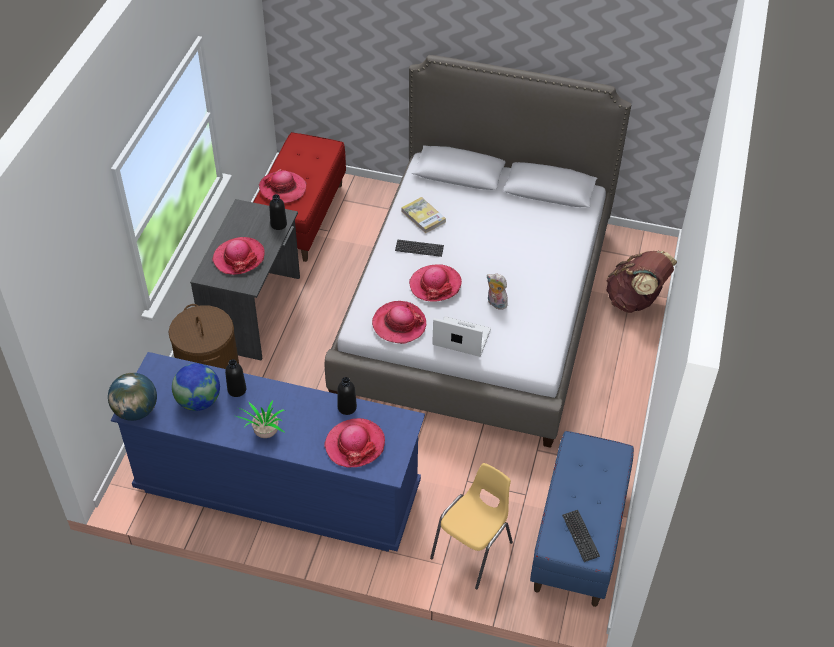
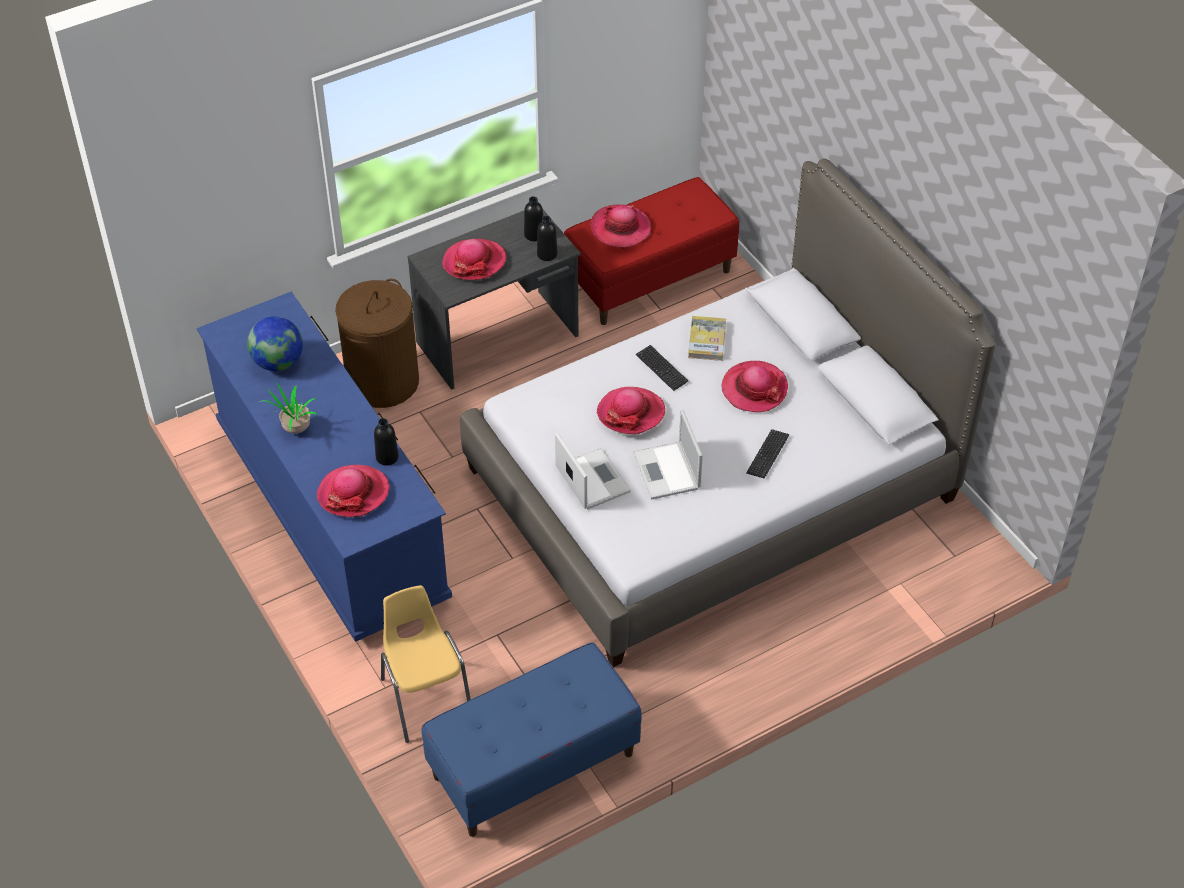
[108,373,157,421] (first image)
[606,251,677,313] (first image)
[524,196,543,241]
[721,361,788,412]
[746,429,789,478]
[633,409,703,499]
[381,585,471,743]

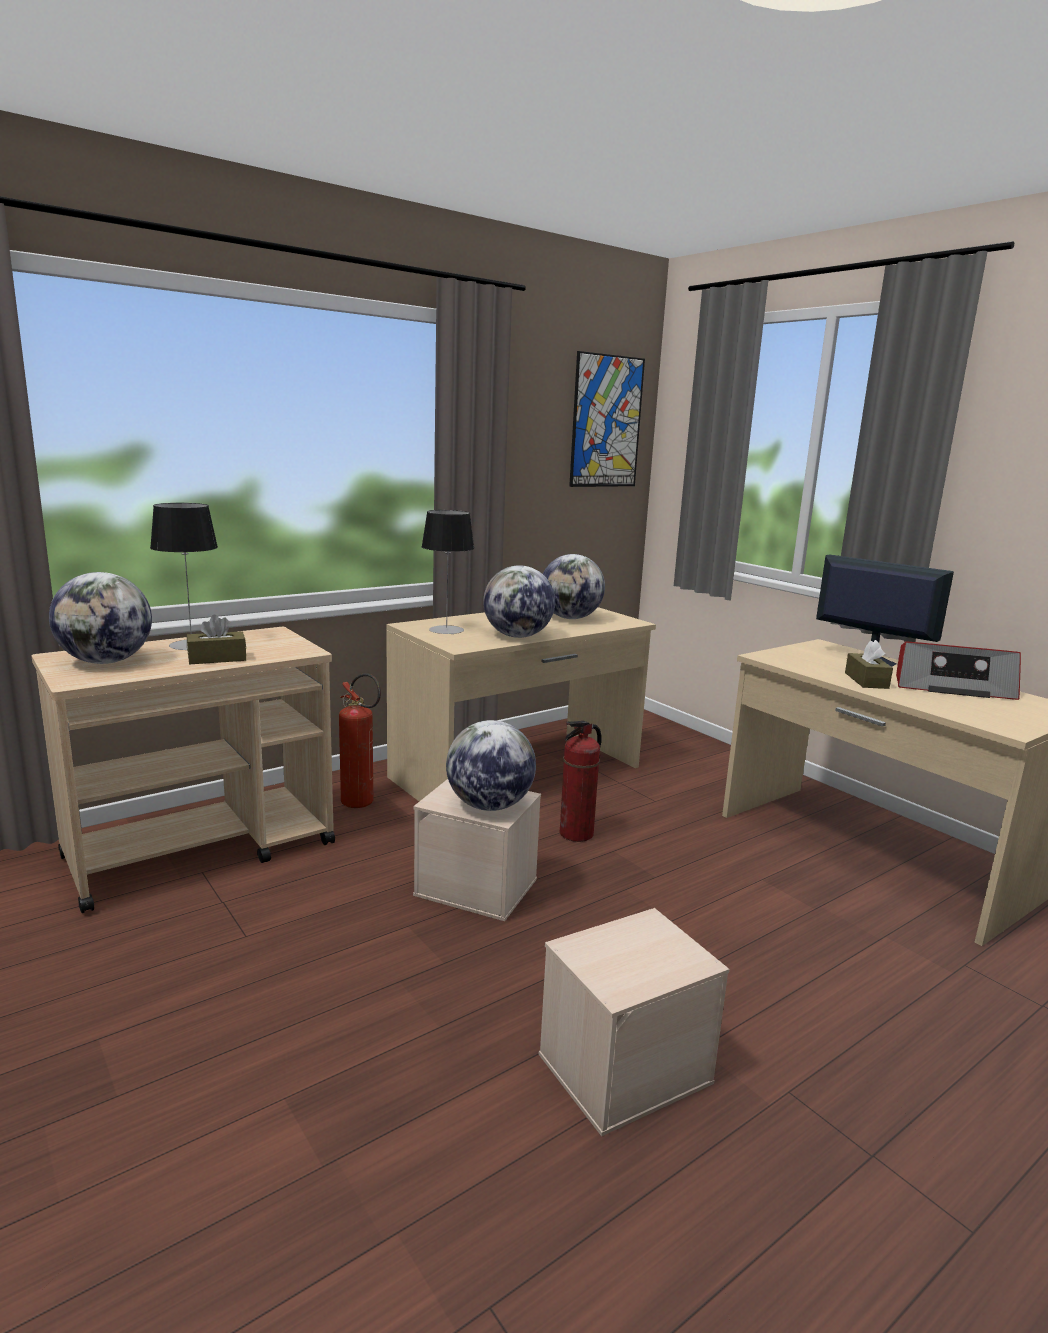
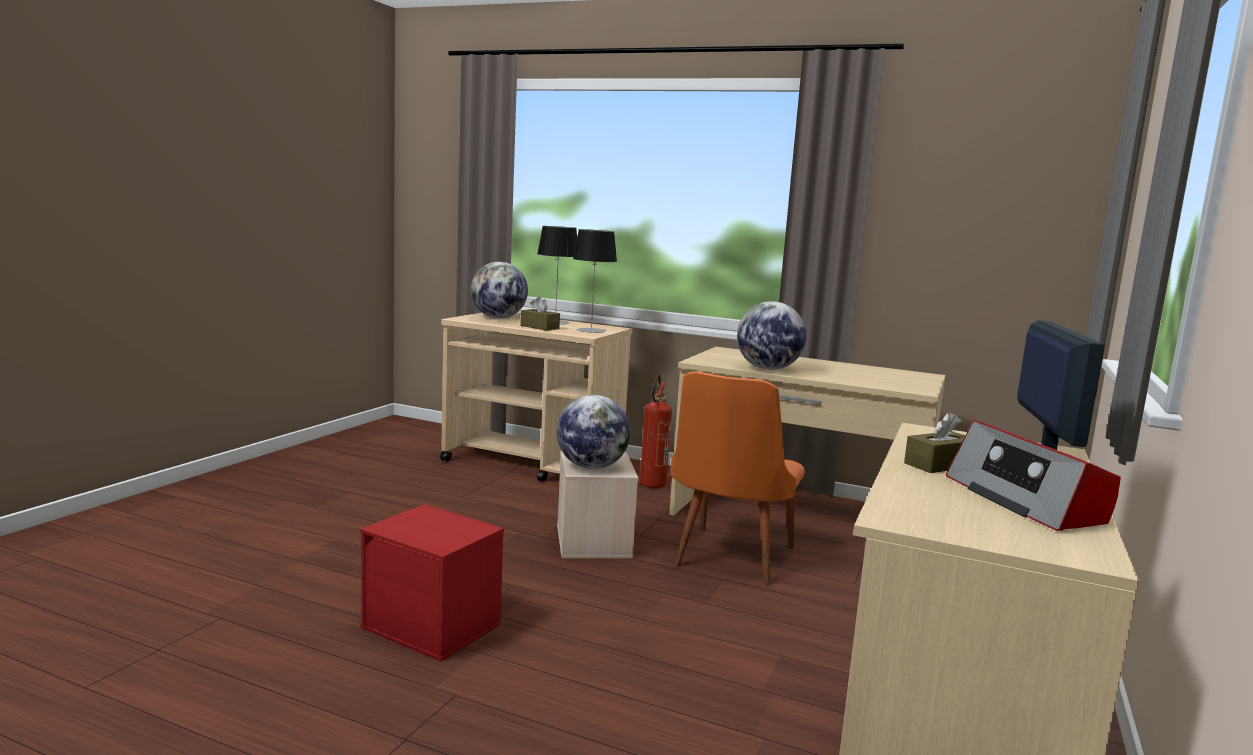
[543,554,605,619] (first image)
[569,351,645,487] (first image)
[573,229,617,333]
[670,372,805,586]
[360,504,504,662]

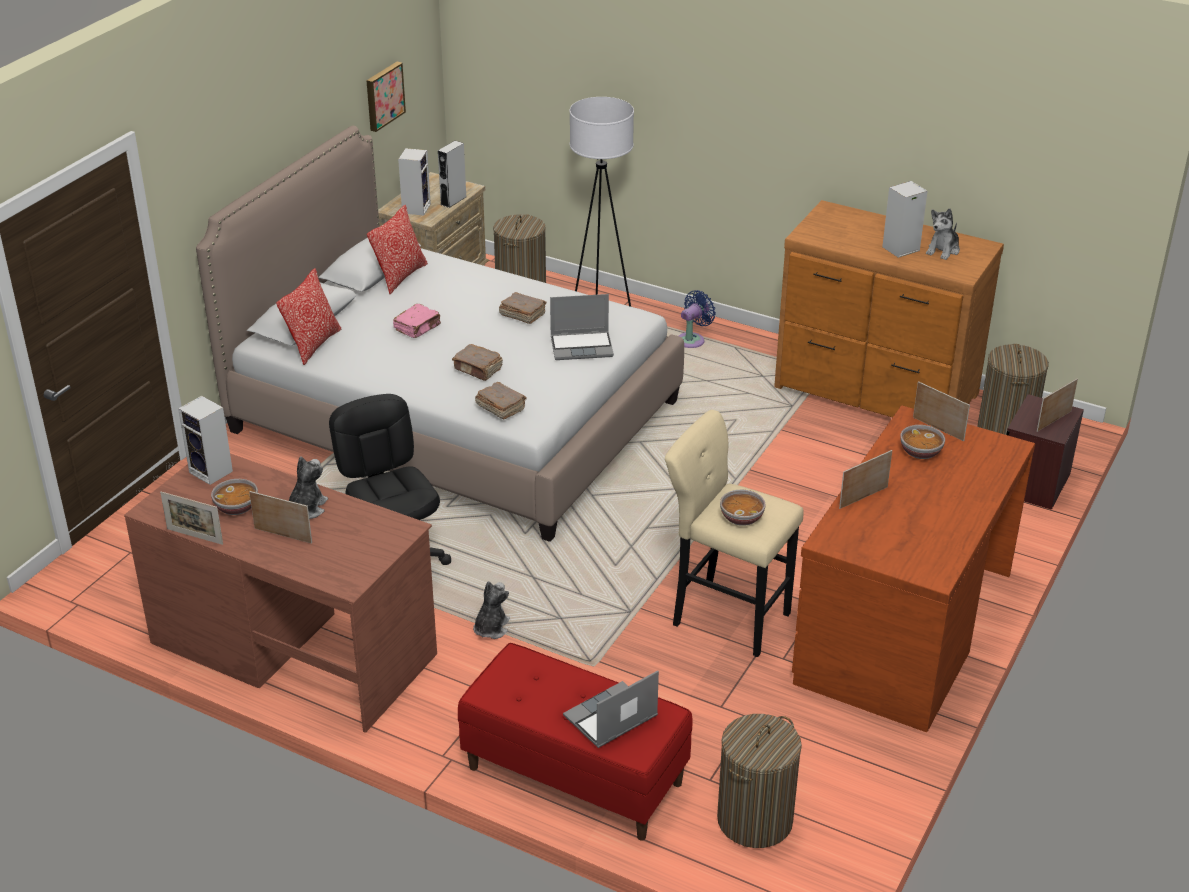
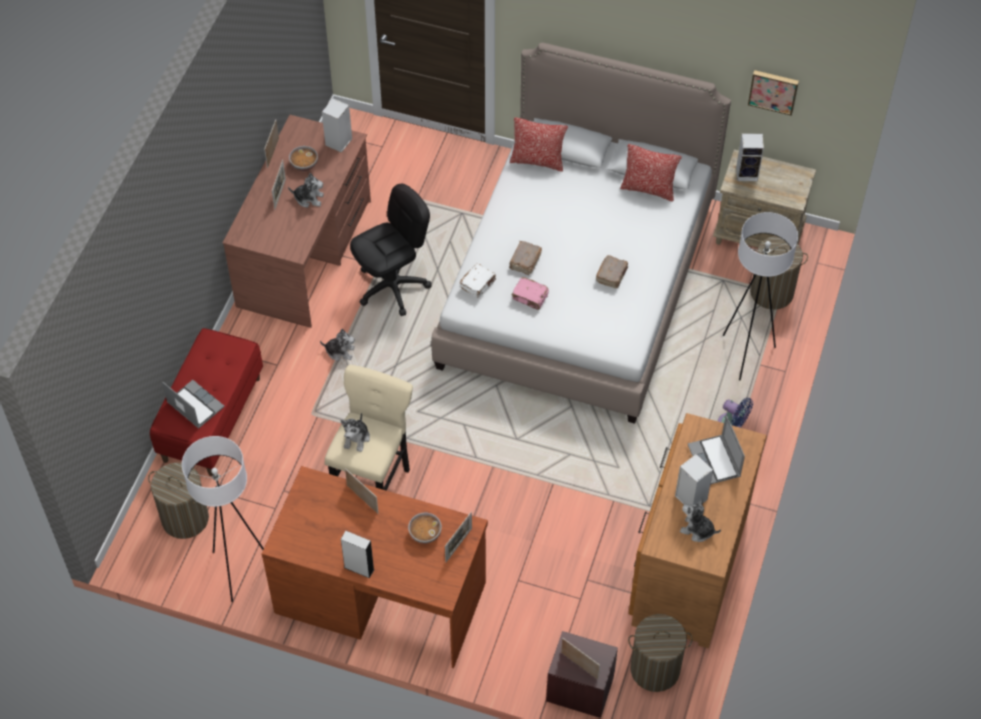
[182,436,264,602]
[511,277,549,310]
[341,531,374,578]
[688,415,745,485]
[340,412,370,452]
[460,263,496,297]

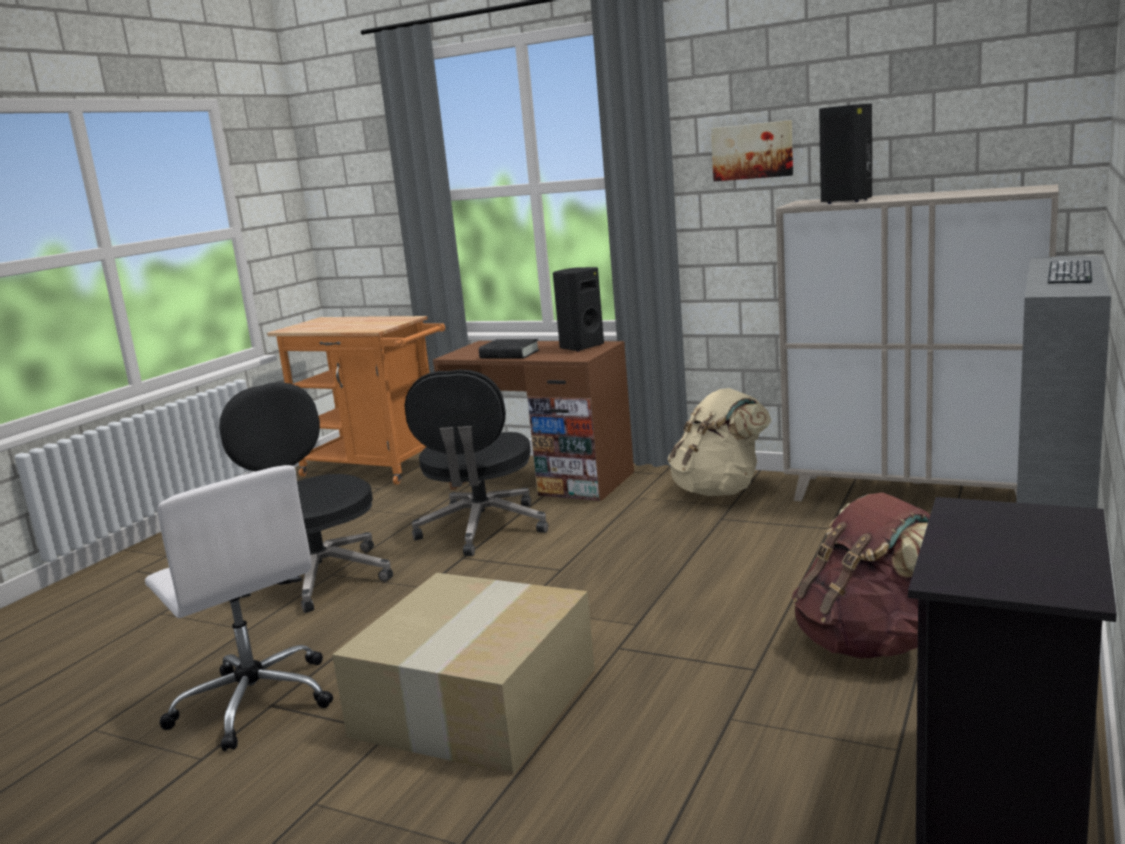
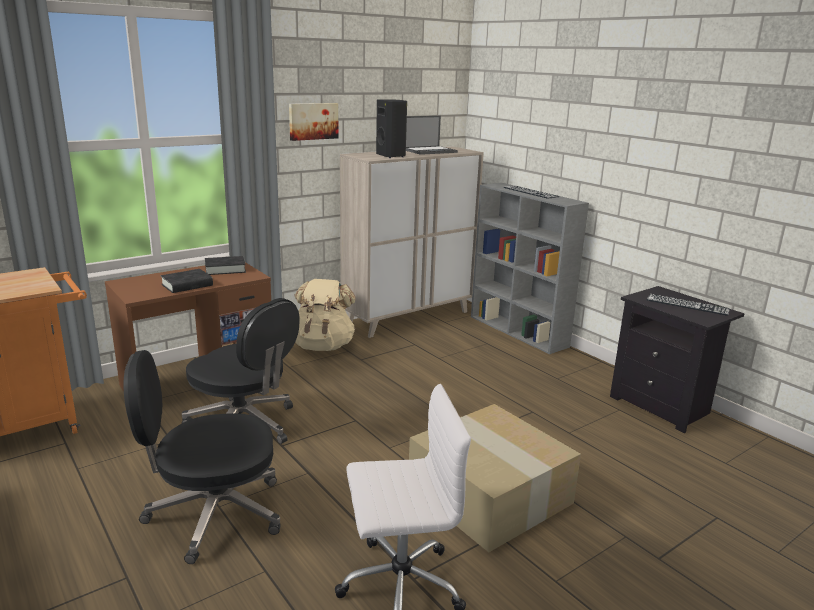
[792,492,930,659] (first image)
[406,116,458,155]
[646,294,730,316]
[205,256,246,275]

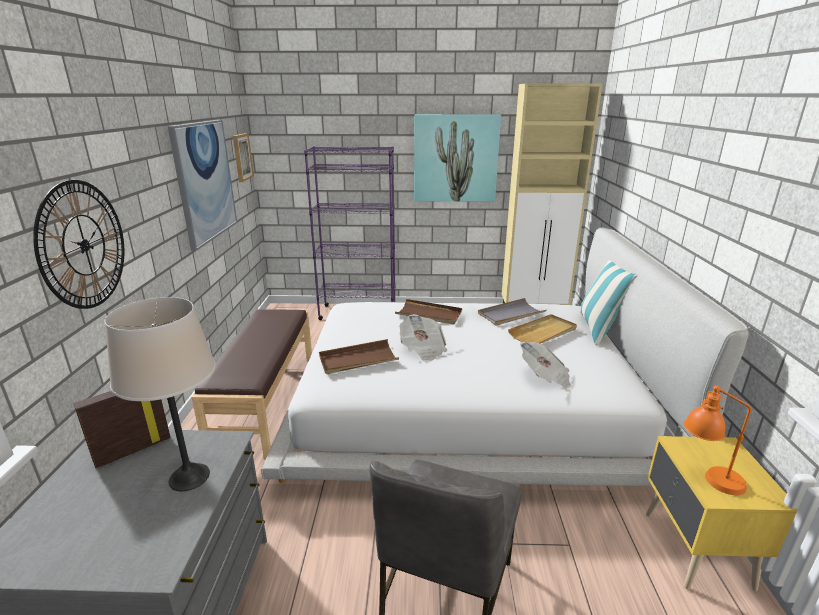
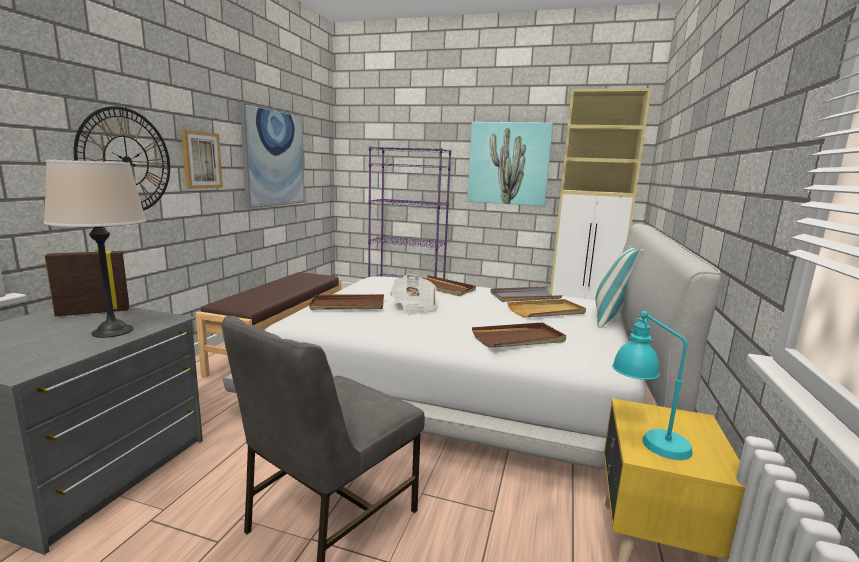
[181,130,223,189]
[472,323,566,348]
[612,311,693,460]

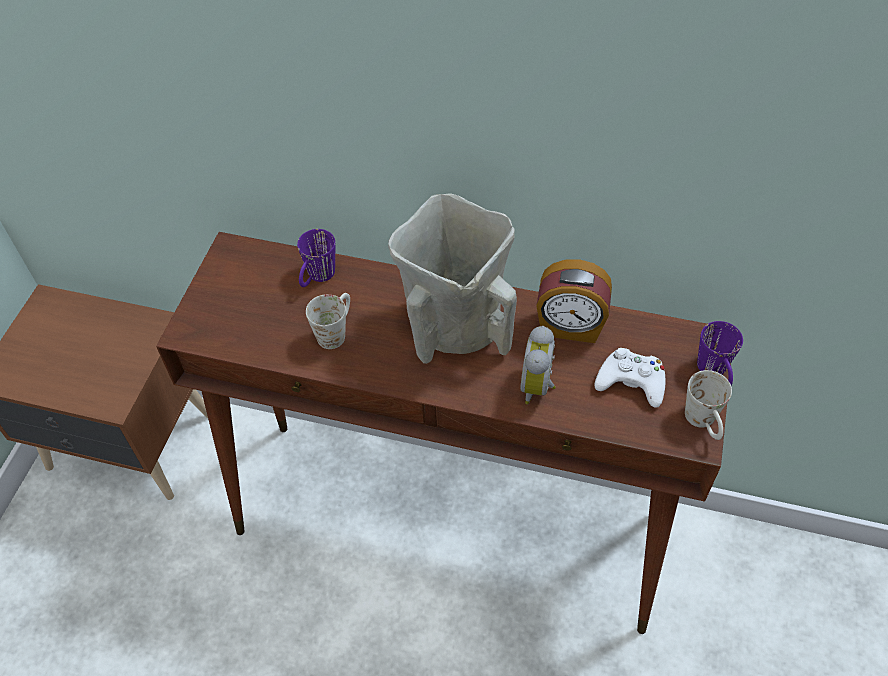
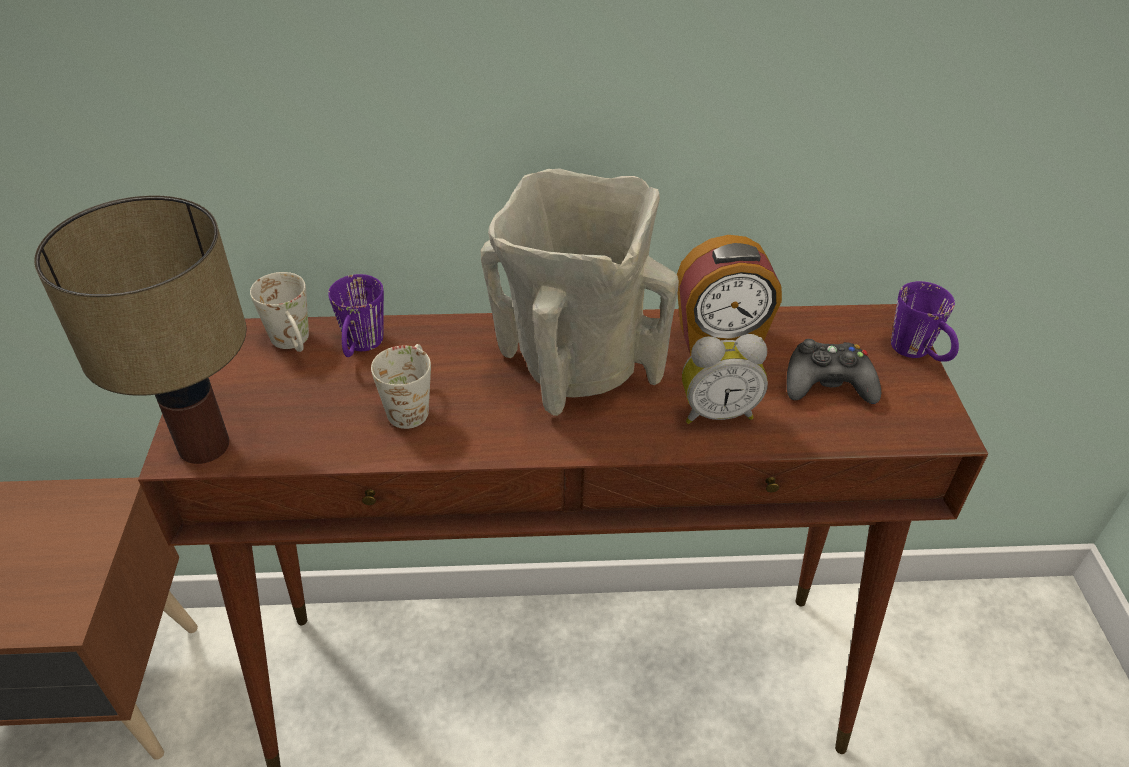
[34,196,246,464]
[250,272,309,352]
[786,339,881,404]
[682,334,768,424]

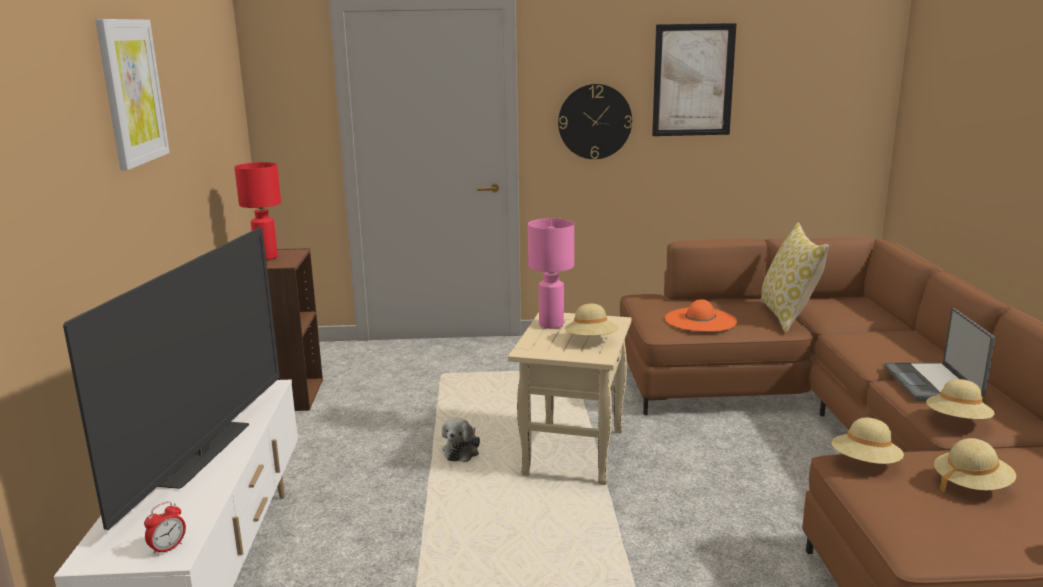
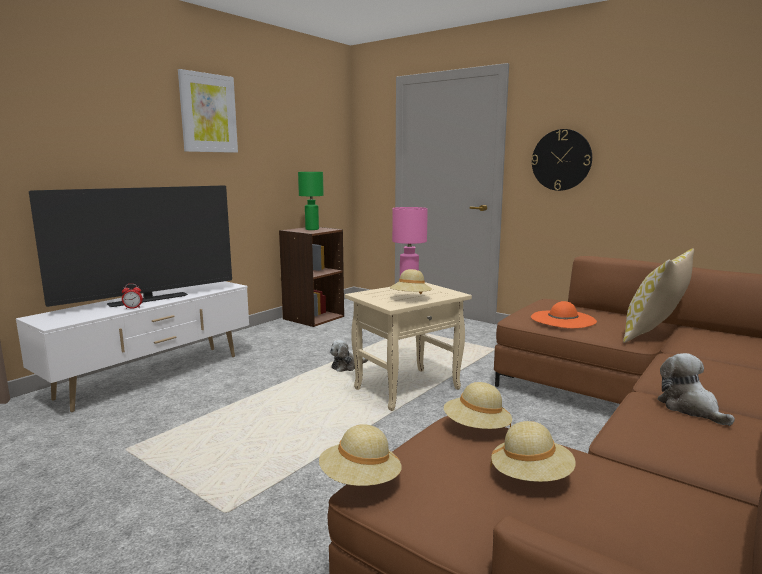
[652,23,737,136] (first image)
[122,284,143,309]
[319,424,401,486]
[658,353,735,426]
[298,172,324,230]

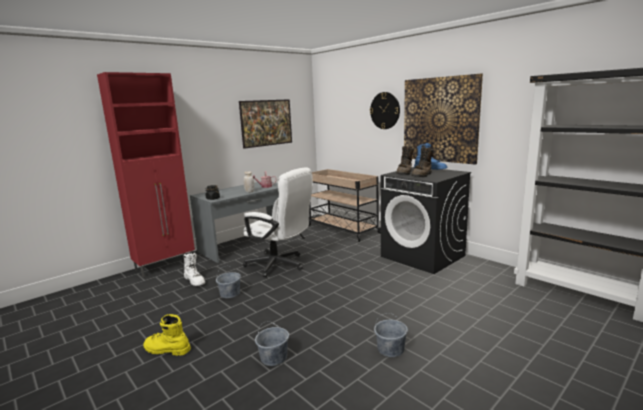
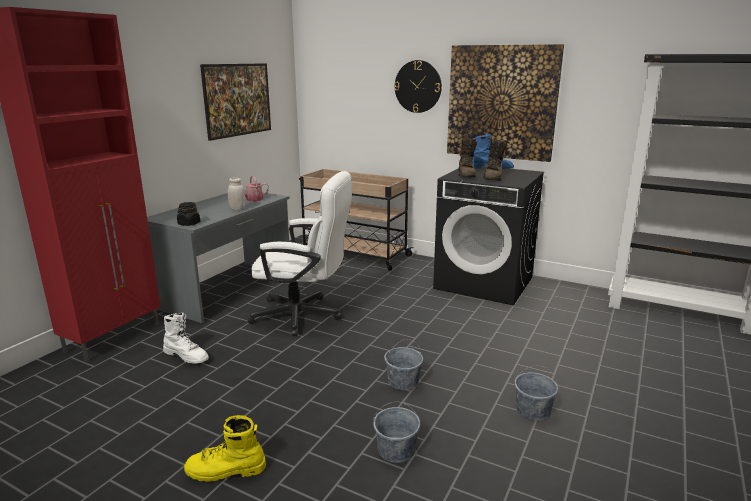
[384,339,423,390]

